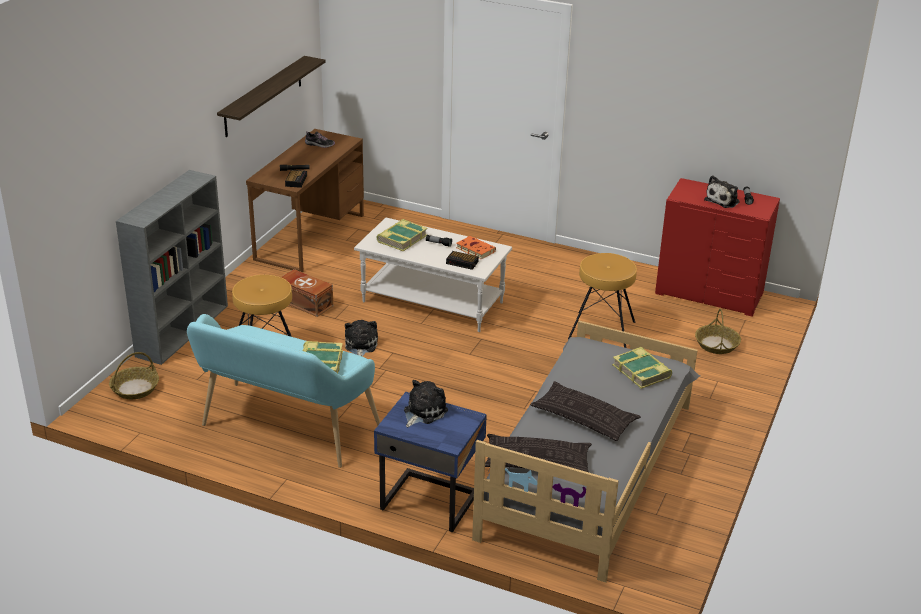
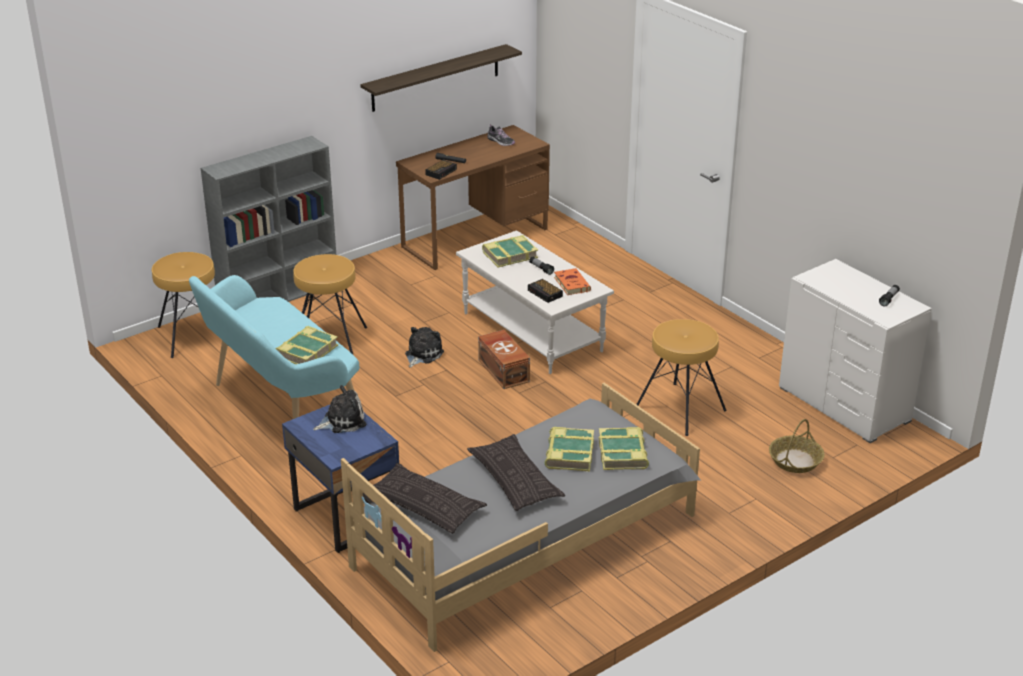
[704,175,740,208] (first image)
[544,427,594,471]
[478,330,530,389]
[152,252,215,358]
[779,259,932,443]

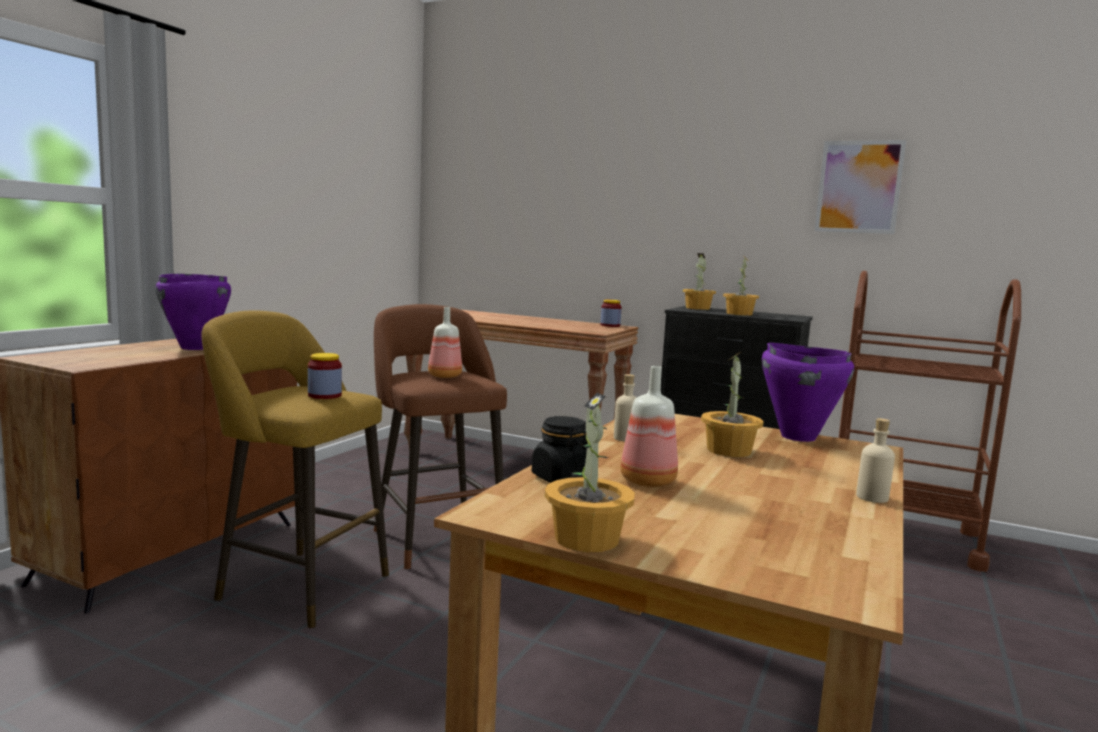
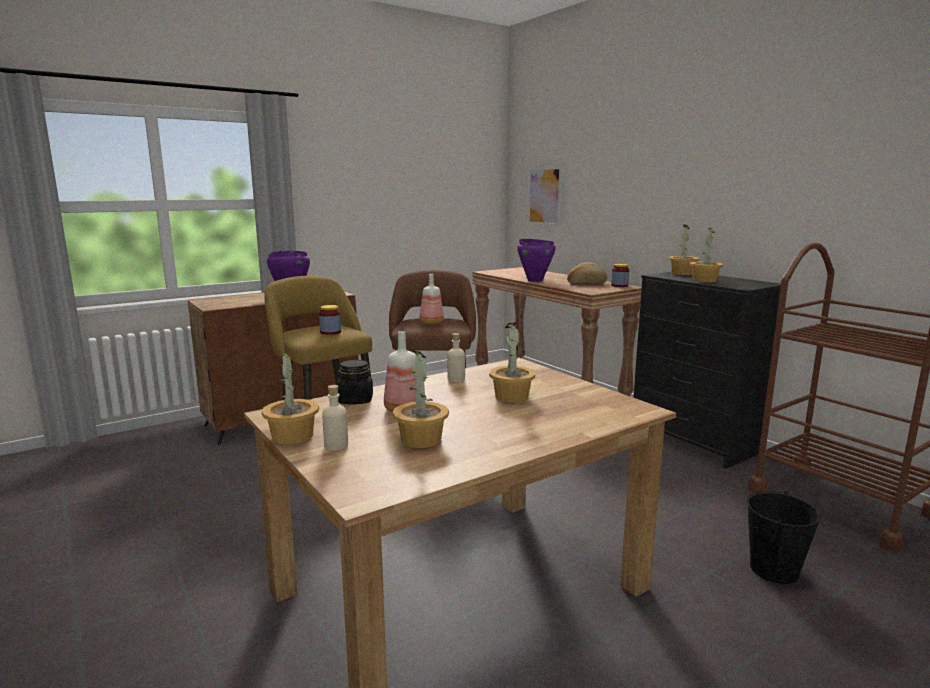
[393,350,449,448]
[567,263,607,284]
[747,491,821,584]
[517,239,556,282]
[528,166,562,226]
[322,385,348,451]

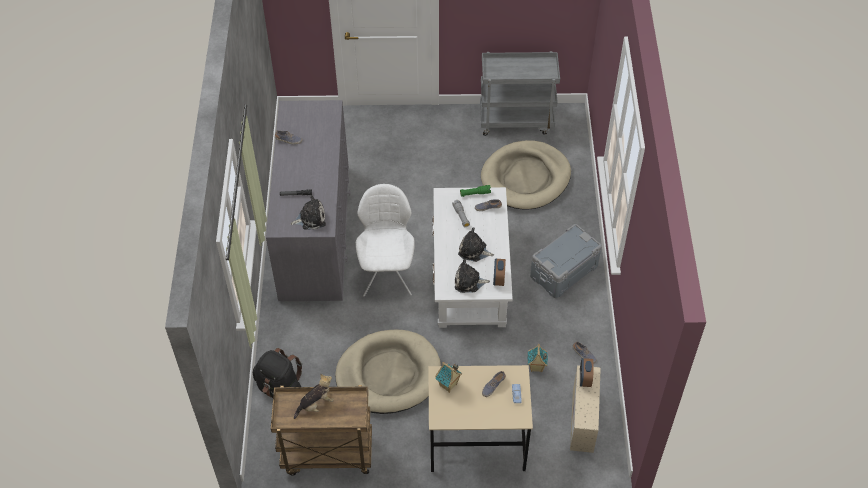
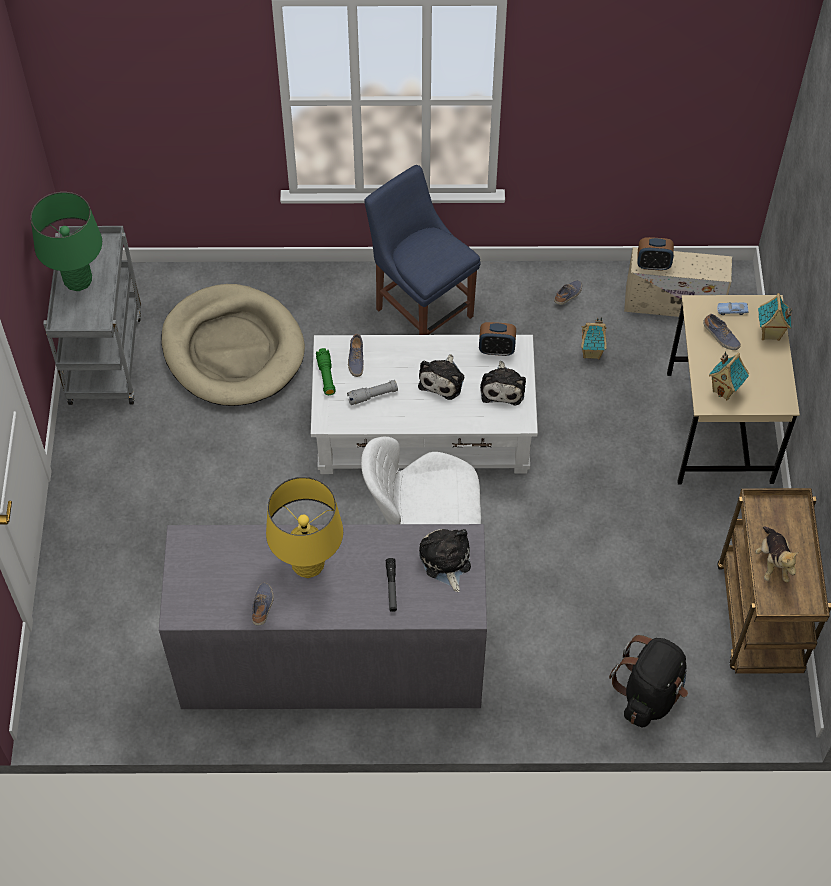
[335,330,441,414] (first image)
[31,192,102,291]
[266,477,343,578]
[758,293,792,341]
[365,165,480,335]
[755,527,798,583]

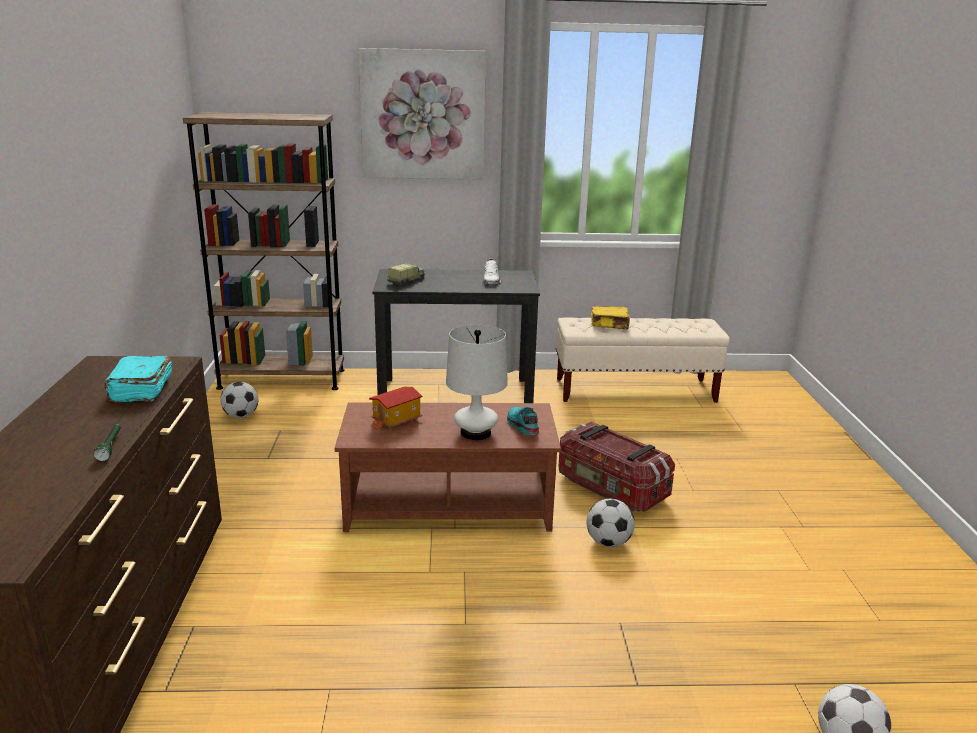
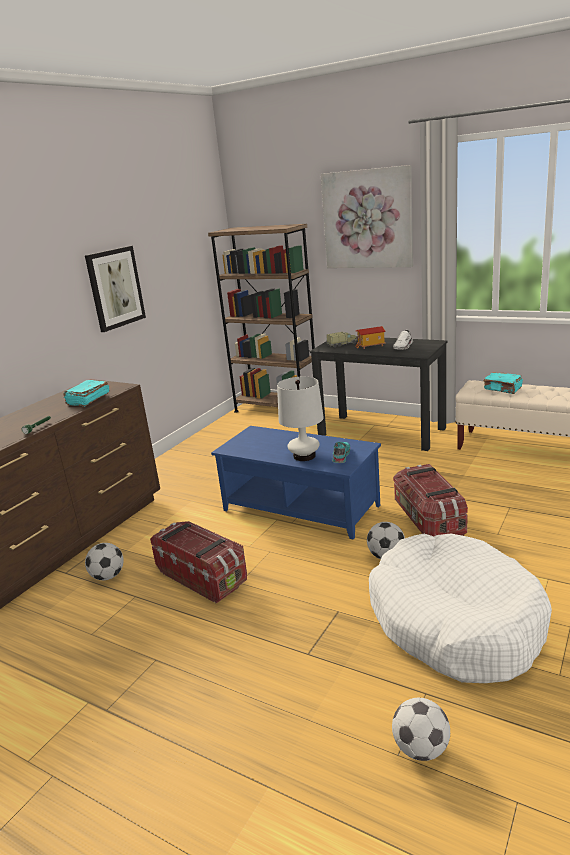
[85,246,146,332]
[150,521,247,604]
[369,534,552,683]
[85,543,124,580]
[355,326,386,349]
[211,426,381,539]
[483,372,523,394]

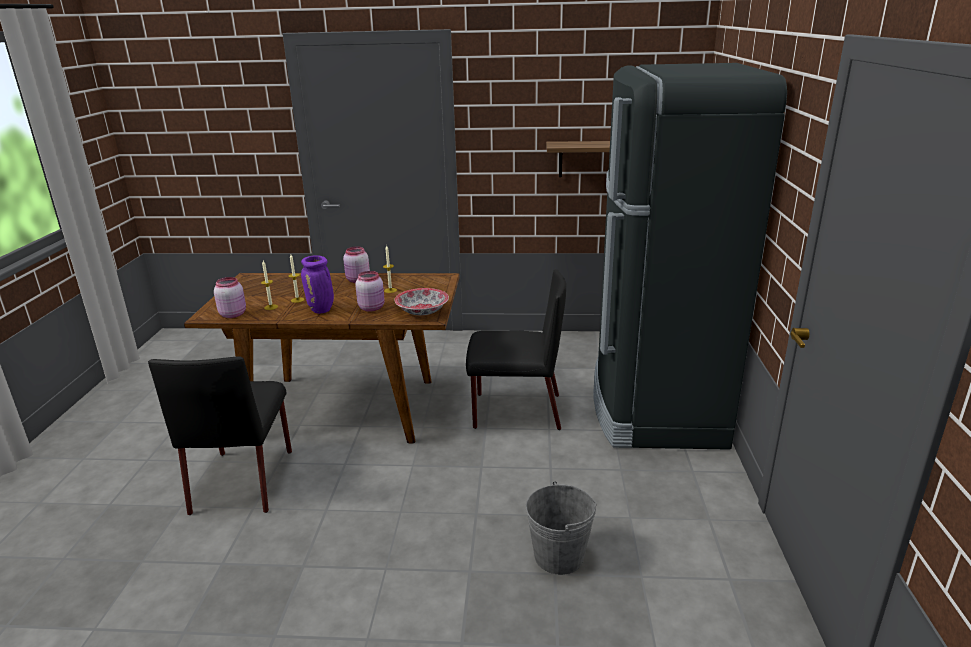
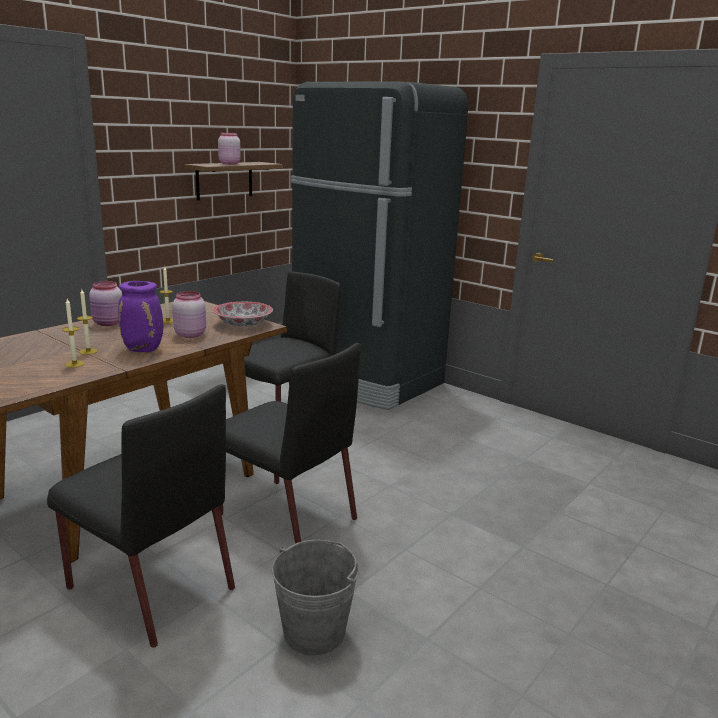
[220,343,361,544]
[218,133,241,164]
[272,540,359,655]

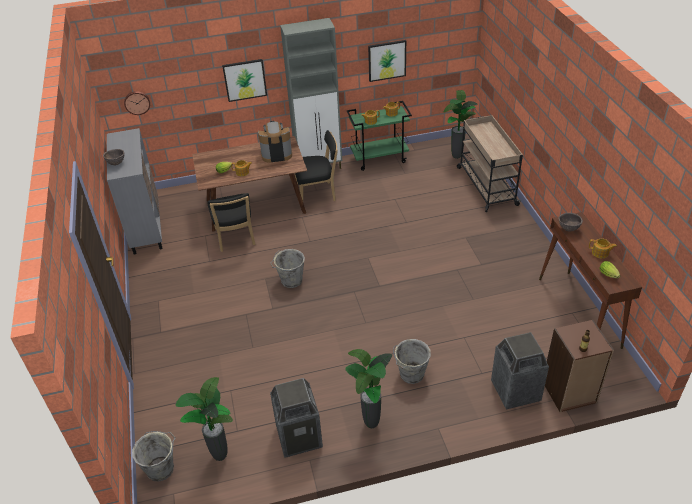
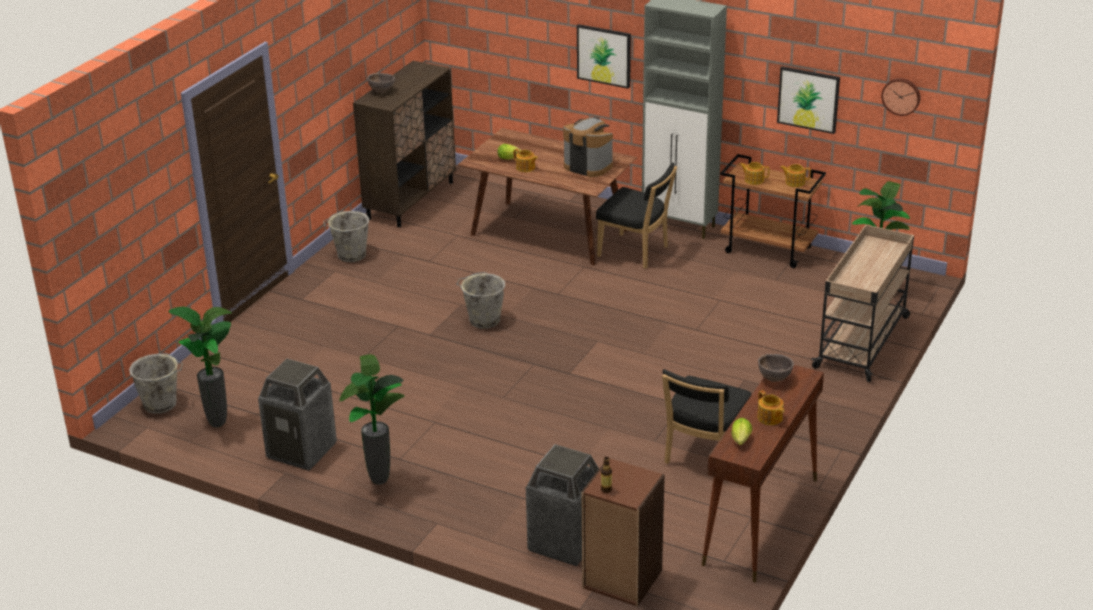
[881,78,920,116]
[662,369,751,464]
[323,211,369,262]
[353,61,456,227]
[720,154,826,268]

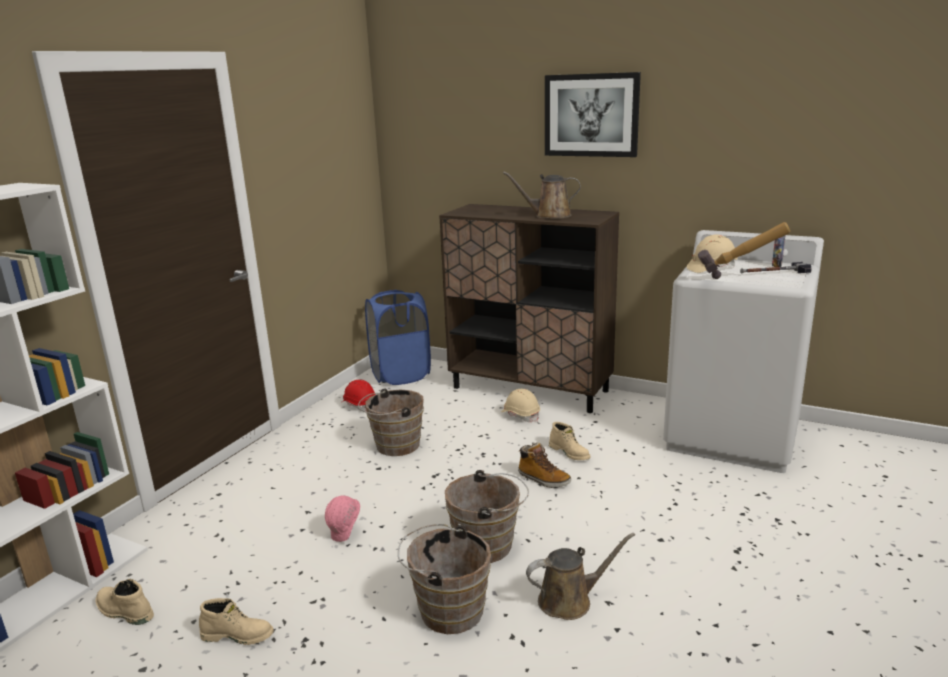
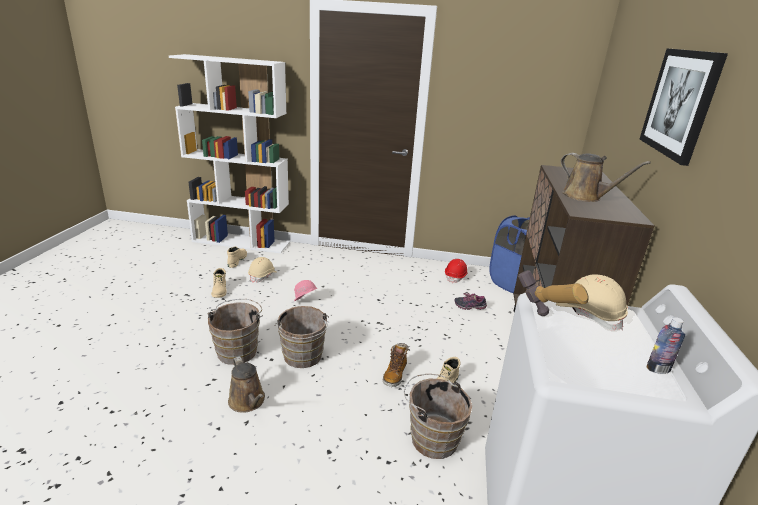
[740,262,812,274] (first image)
[455,292,487,310]
[404,374,472,459]
[248,257,276,283]
[561,153,651,202]

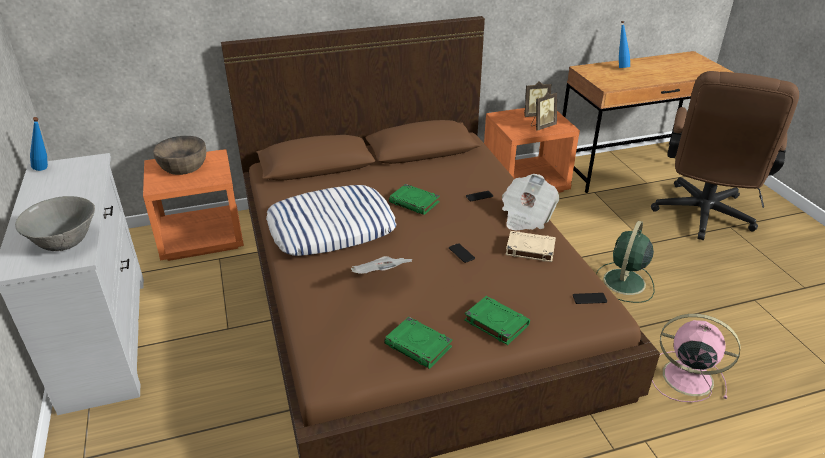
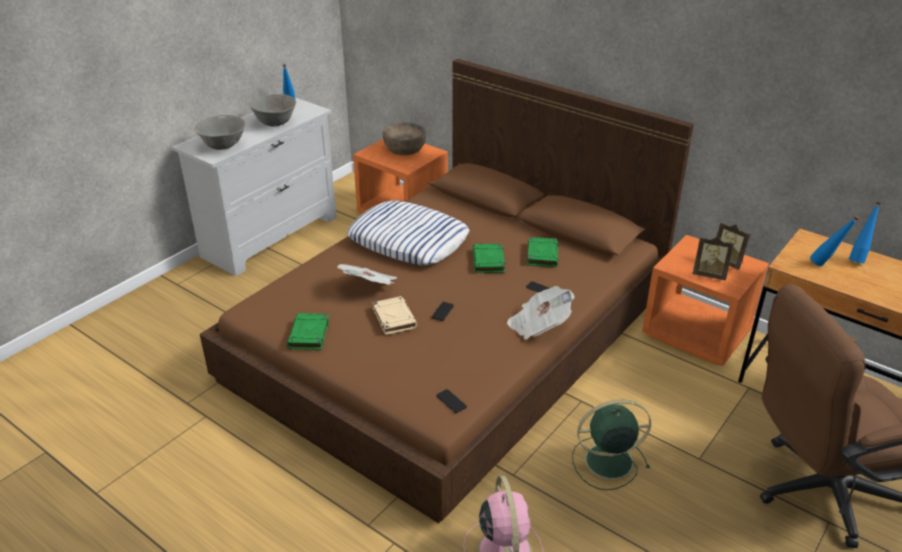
[249,94,296,127]
[810,215,859,266]
[527,237,558,267]
[372,296,418,335]

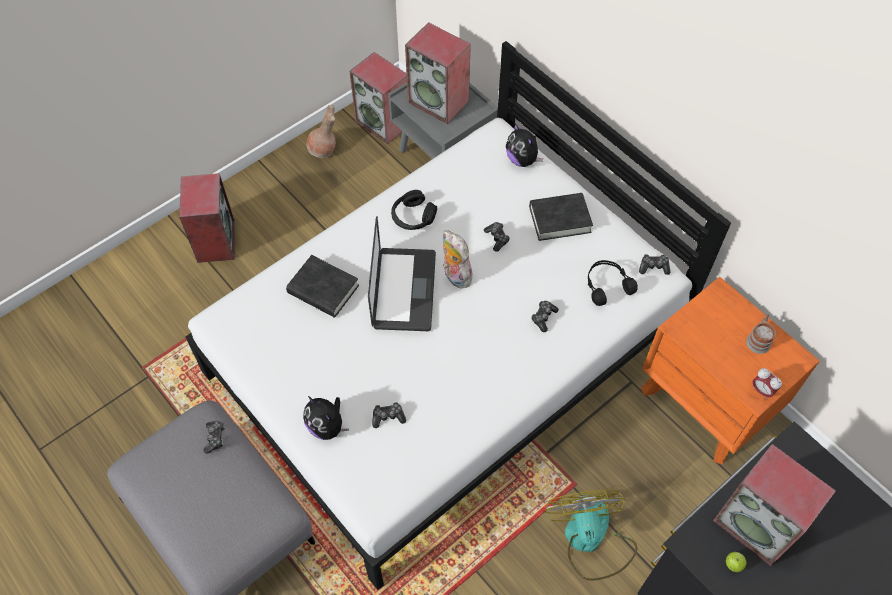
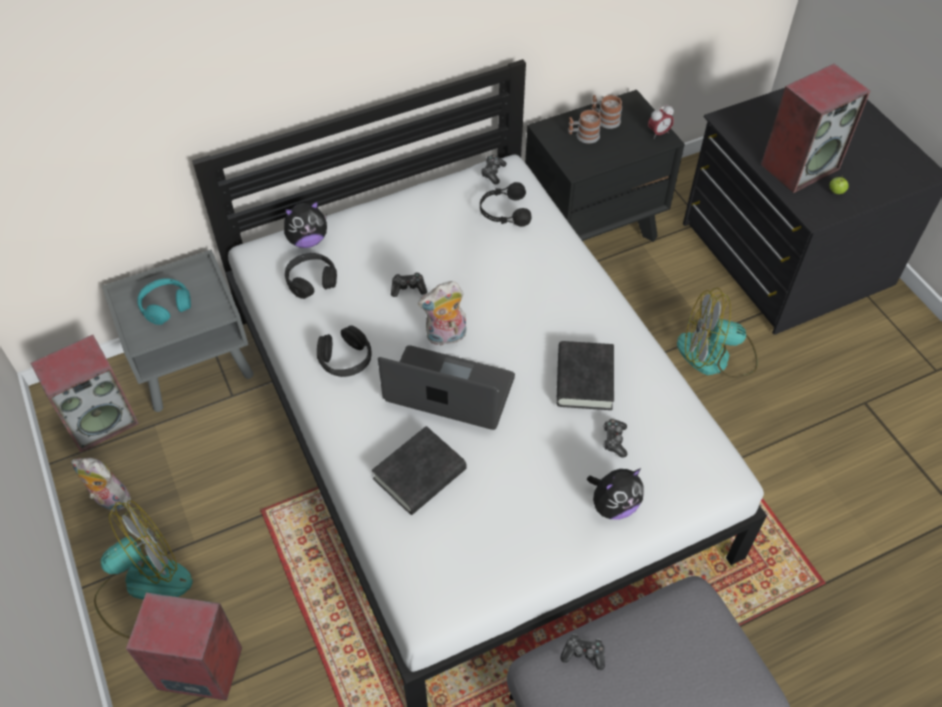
[531,301,559,332] (first image)
[94,500,193,639]
[285,253,337,299]
[568,110,601,144]
[556,341,614,410]
[71,458,131,511]
[137,278,191,325]
[525,90,685,242]

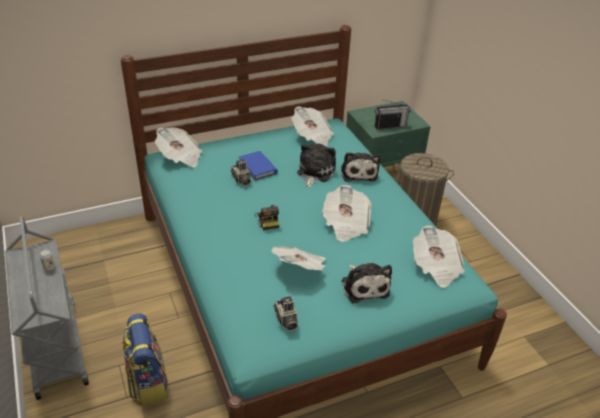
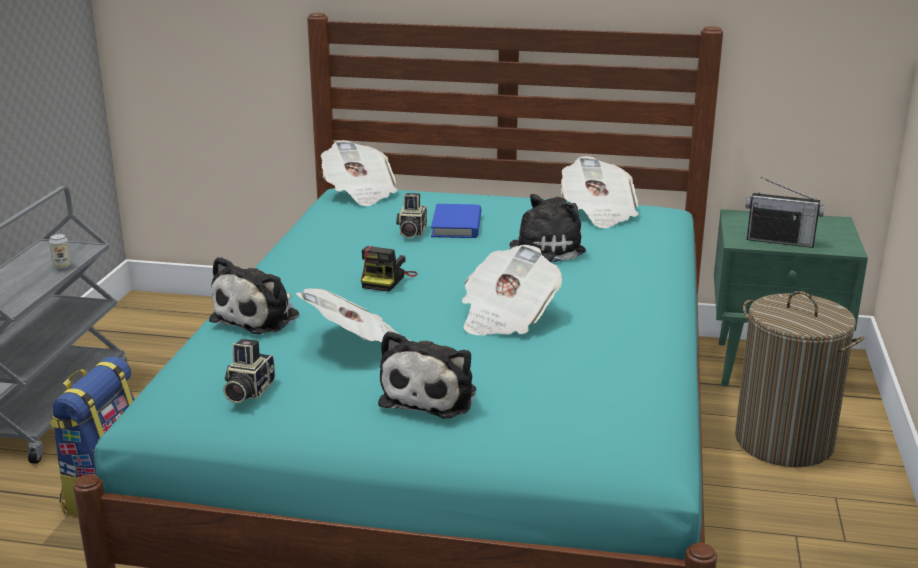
[413,225,465,288] (first image)
[209,256,299,334]

